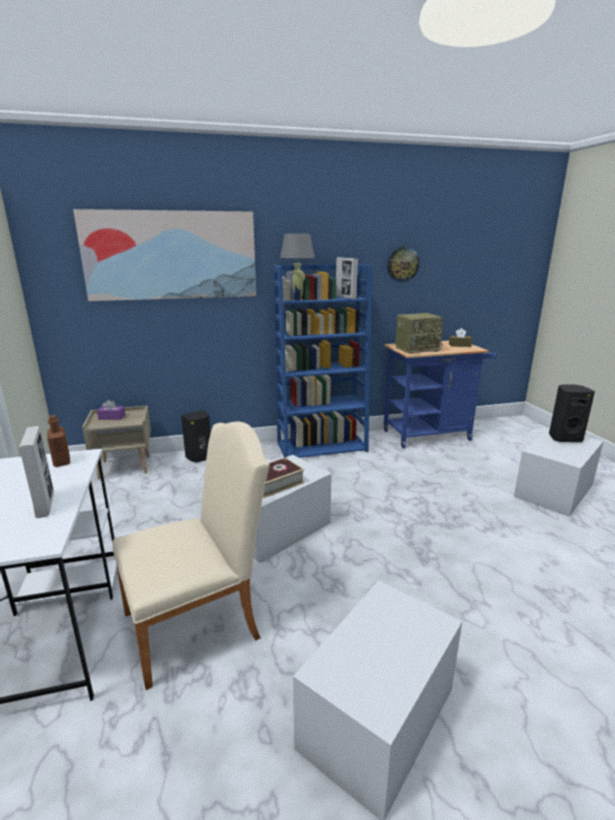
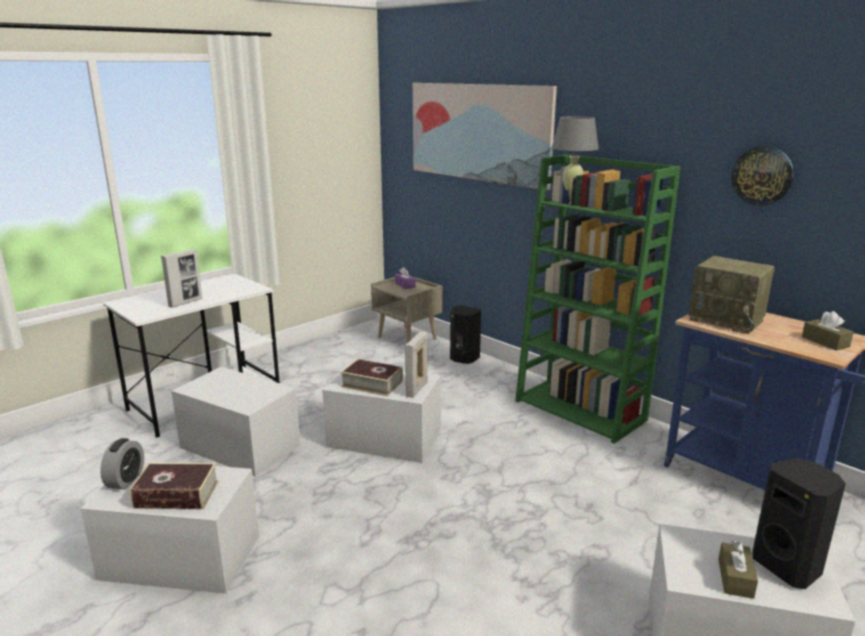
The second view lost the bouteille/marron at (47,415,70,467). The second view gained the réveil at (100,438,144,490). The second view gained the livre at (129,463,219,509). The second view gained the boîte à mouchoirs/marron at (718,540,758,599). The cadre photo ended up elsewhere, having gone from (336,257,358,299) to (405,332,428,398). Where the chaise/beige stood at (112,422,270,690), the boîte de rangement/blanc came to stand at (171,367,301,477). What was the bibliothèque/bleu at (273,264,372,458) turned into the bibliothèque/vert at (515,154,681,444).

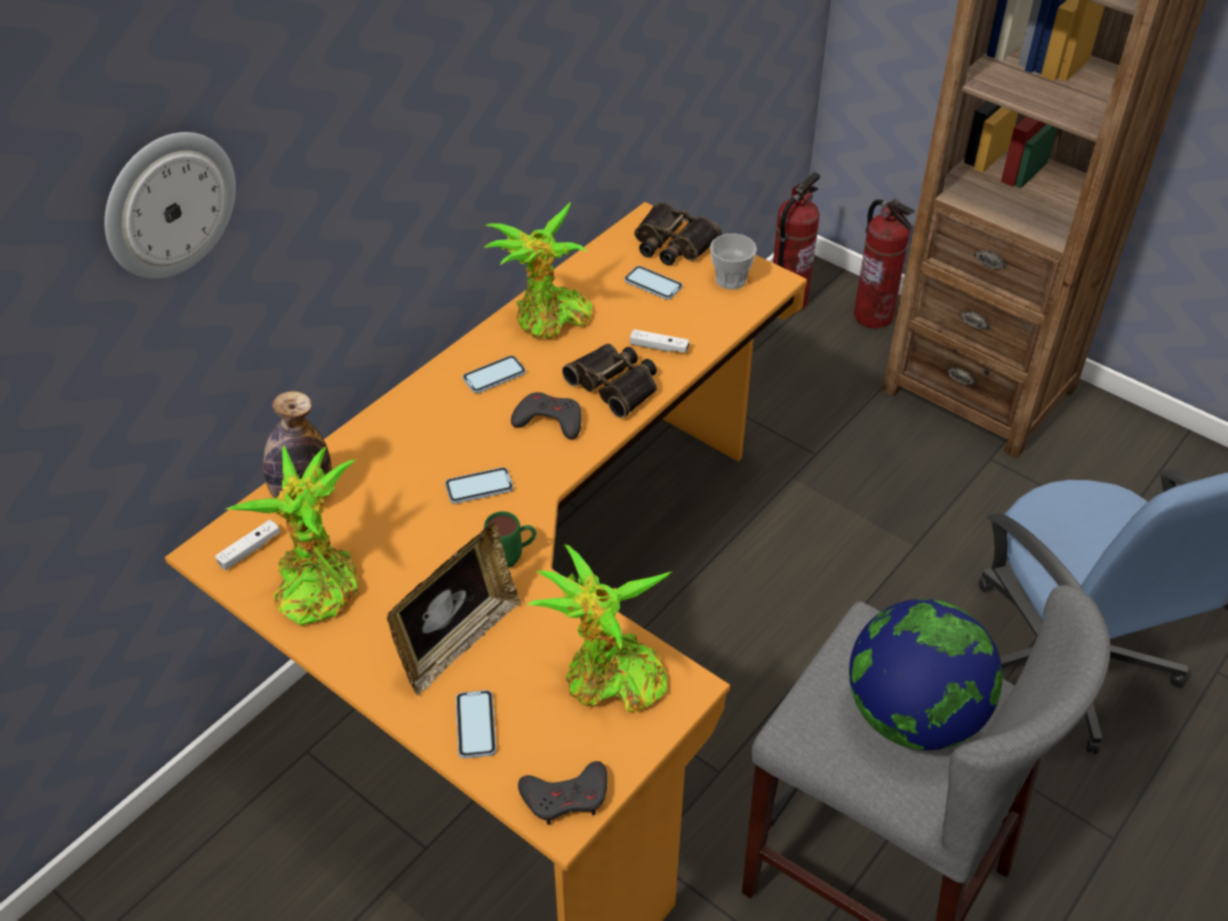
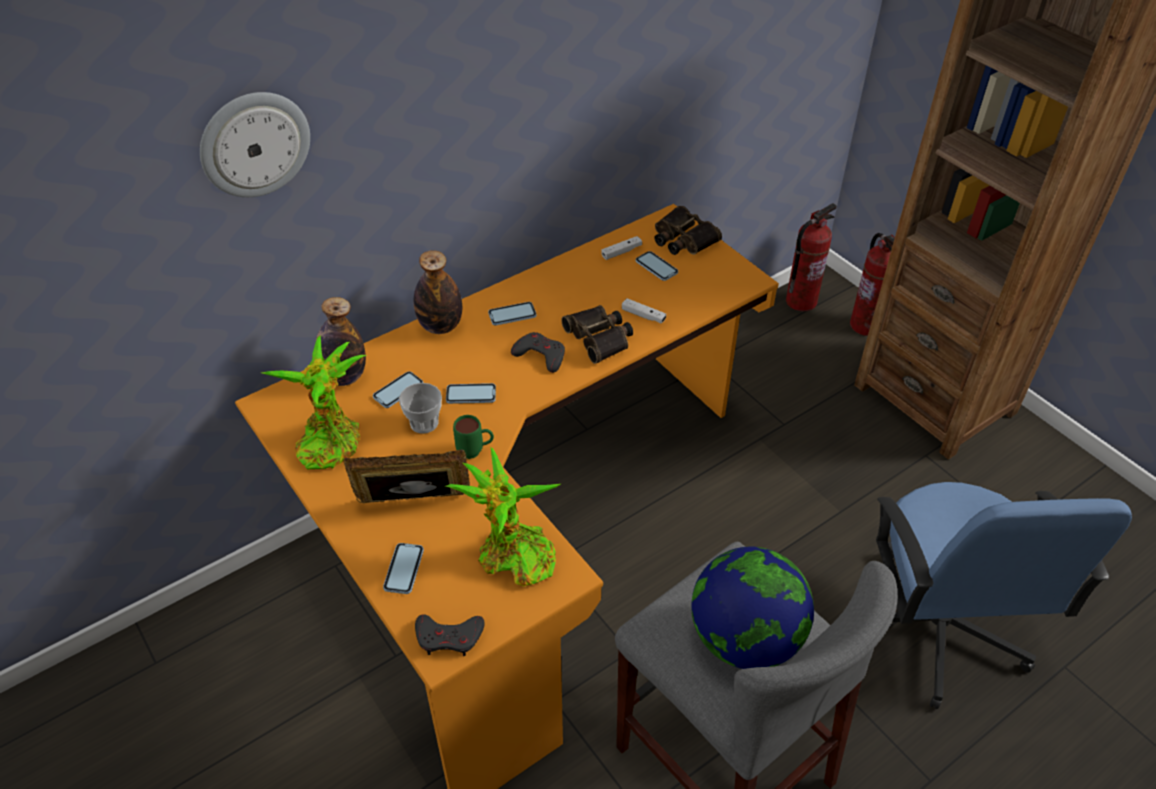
The second view lost the plante en pot at (483,201,592,339). The second view gained the téléphone at (373,371,423,408). The second view gained the bouteille at (414,250,462,334). The manette/blanc ended up elsewhere, having gone from (215,520,280,570) to (602,236,642,260). The tasse ended up elsewhere, having gone from (710,233,757,290) to (399,383,442,434). The cadre photo at (386,523,522,696) ended up facing another way, 150 degrees counterclockwise from before.

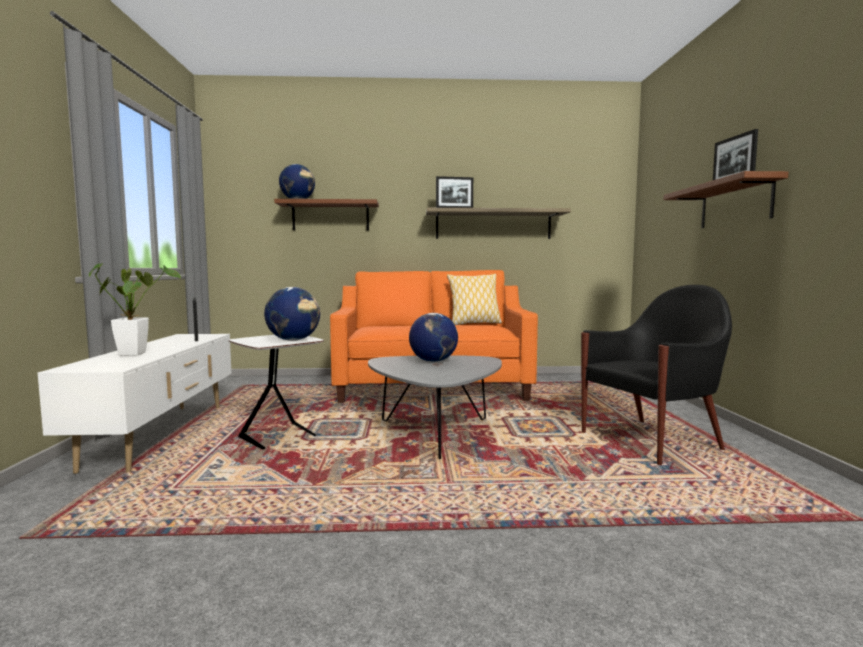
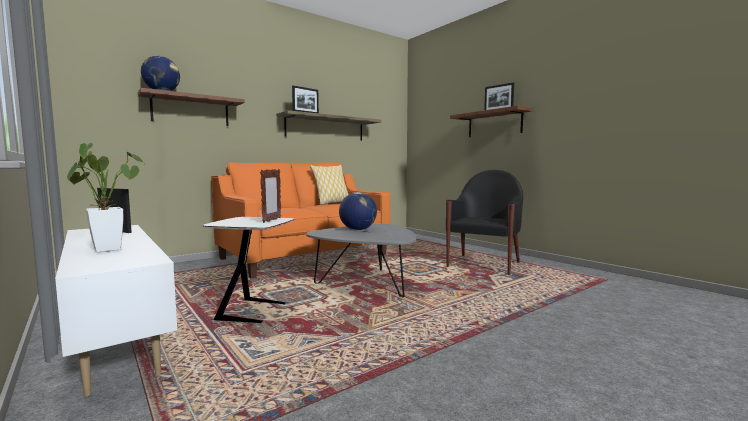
Where the globe stood at (264,287,320,341), the cadre photo came to stand at (260,169,281,223).

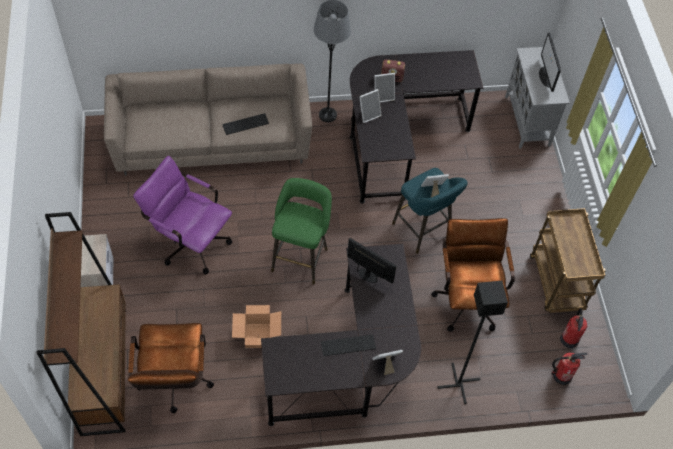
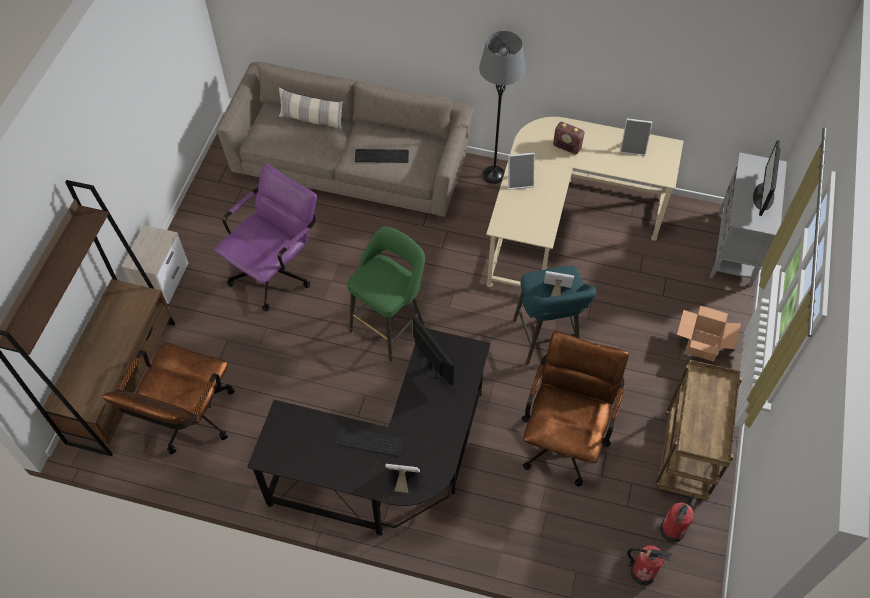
The second view lost the lampadaire/noir at (437,281,508,404). The second view gained the coussin at (279,87,343,130). The carton ended up elsewhere, having gone from (232,305,281,348) to (677,306,741,362). The cadre photo ended up elsewhere, having gone from (374,73,395,102) to (620,118,652,156). What was the bureau/noir at (350,50,483,204) turned into the bureau/beige at (486,117,684,287). The chaise de bureau/violet at (133,156,233,275) ended up facing another way, 75 degrees clockwise from before.

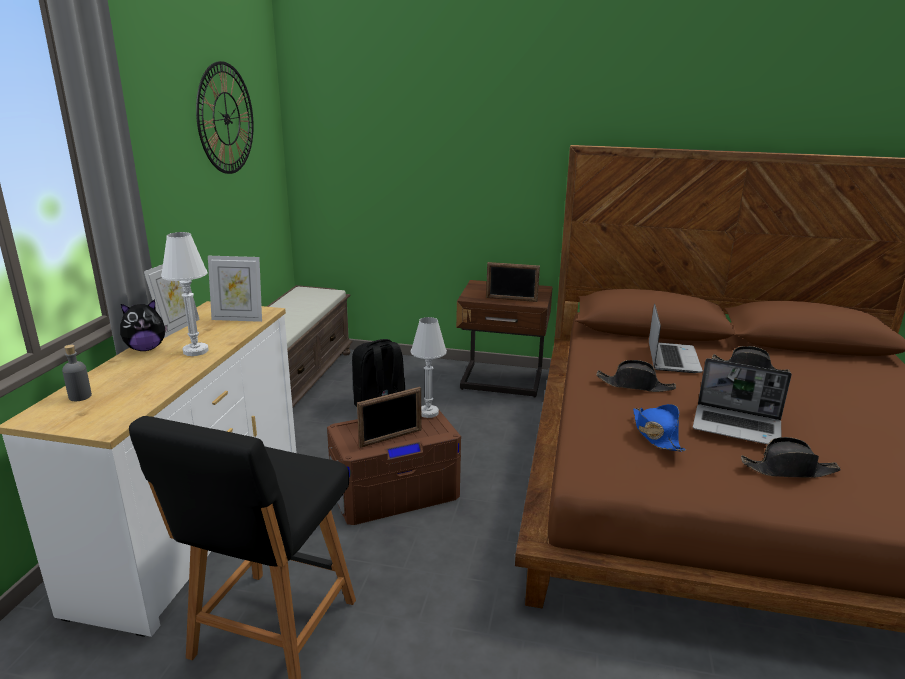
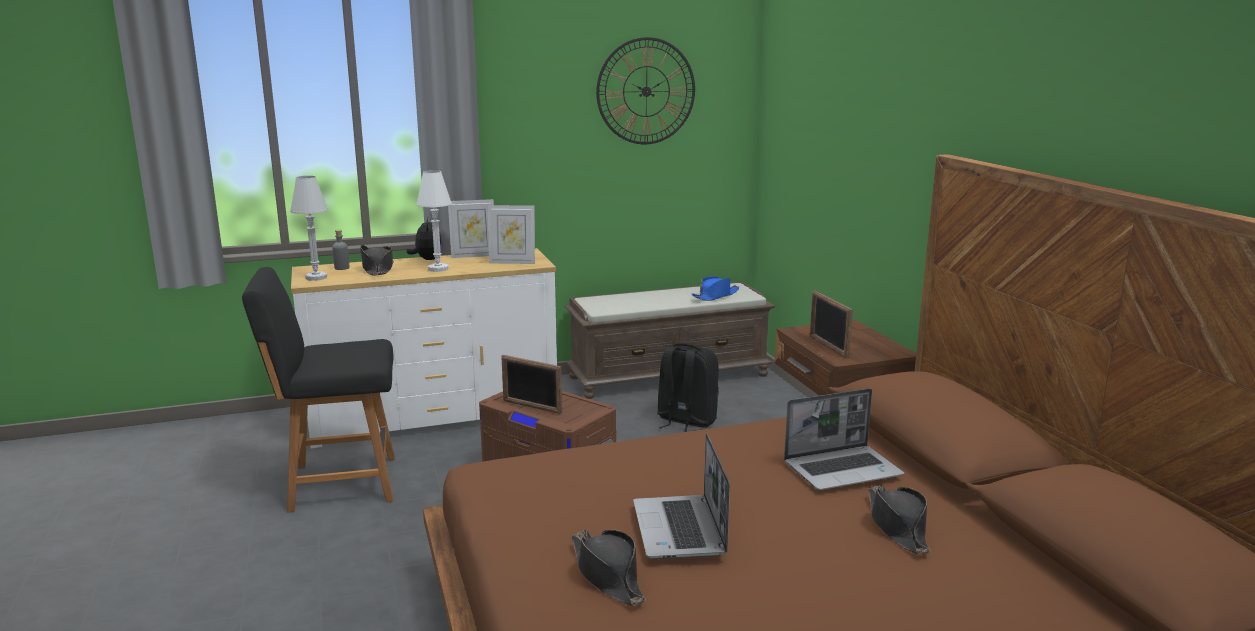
The lampe de table/blanc ended up elsewhere, having gone from (411,317,447,418) to (290,176,328,281). The chapeau/noir ended up elsewhere, having gone from (596,360,676,392) to (360,245,394,275). The chapeau/bleu ended up elsewhere, having gone from (633,404,686,451) to (691,276,739,301). The peluche at (120,299,168,351) ended up facing another way, 135 degrees counterclockwise from before. The cadre photo at (208,256,262,322) ended up facing another way, 60 degrees counterclockwise from before.

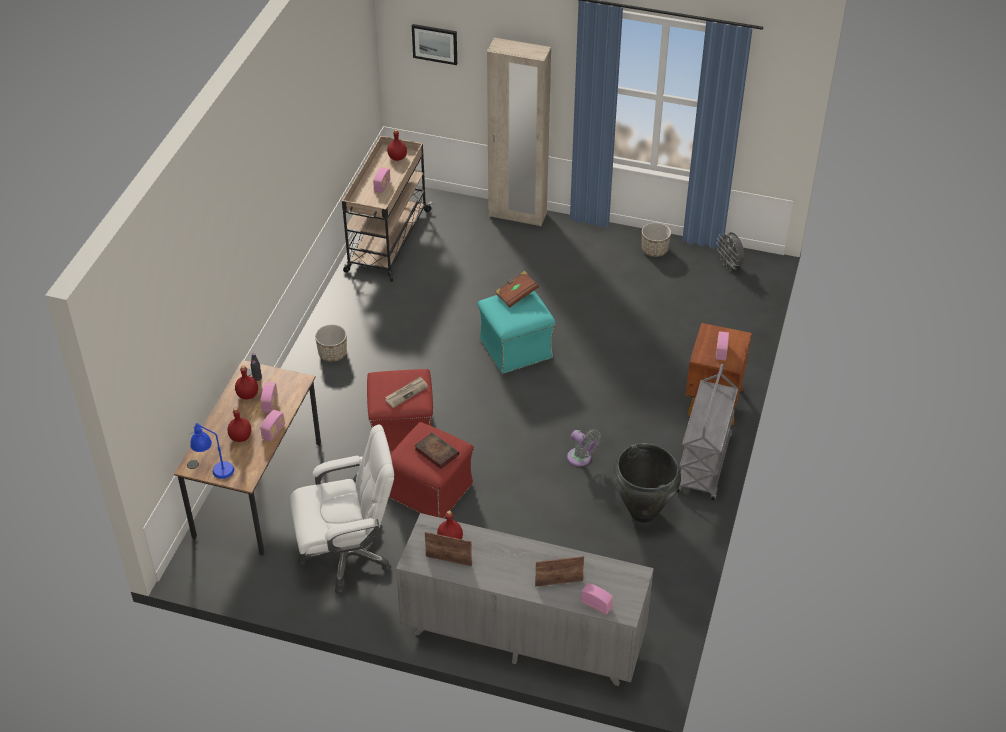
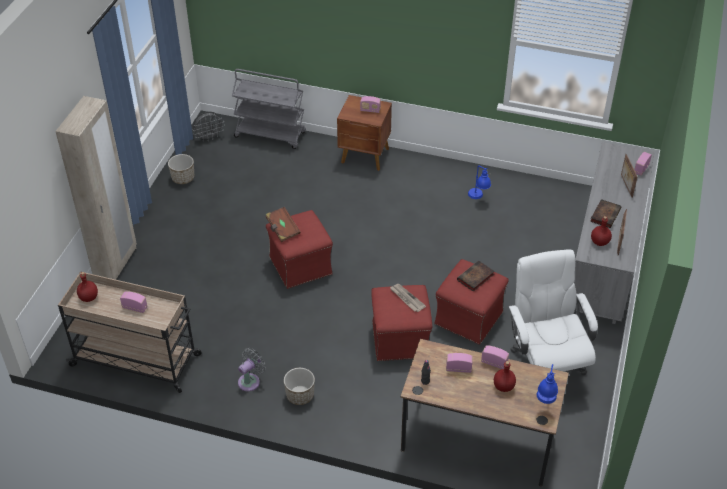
The second view lost the bouteille/rouge at (235,365,258,400). The second view lost the tableau at (412,24,457,65). The second view gained the livre at (590,199,621,228). The ventilateur/gris ended up elsewhere, having gone from (567,429,601,467) to (238,348,266,391). The chariot/gris ended up elsewhere, having gone from (677,364,738,500) to (232,69,306,149). Where the vase/noir stood at (614,443,681,523), the lampe de table/bleu came to stand at (468,165,491,199). What was the pouf/turquoise at (478,291,555,374) turned into the pouf/rouge at (266,210,333,289).

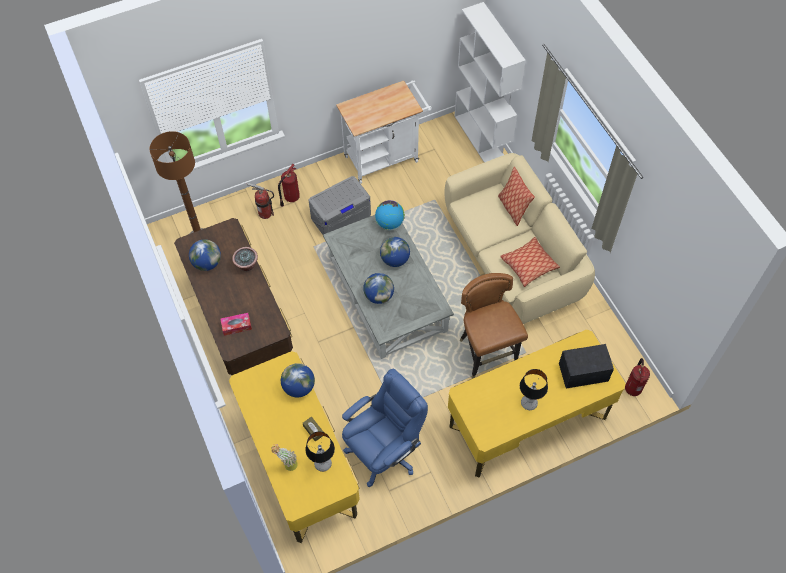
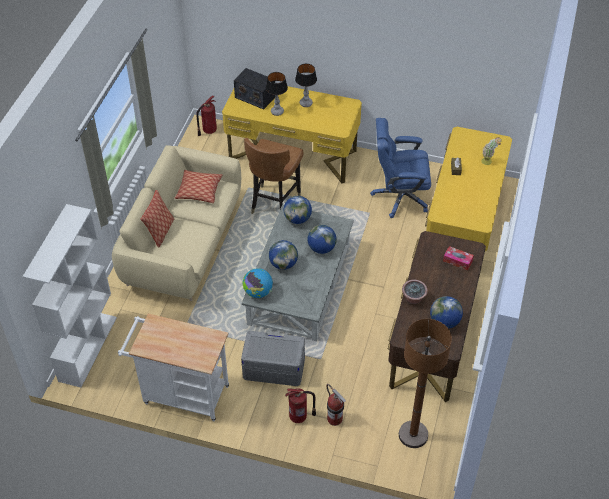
The globe ended up elsewhere, having gone from (281,363,315,398) to (283,196,312,224). The lampe de table ended up elsewhere, having gone from (306,431,335,472) to (266,72,288,116).

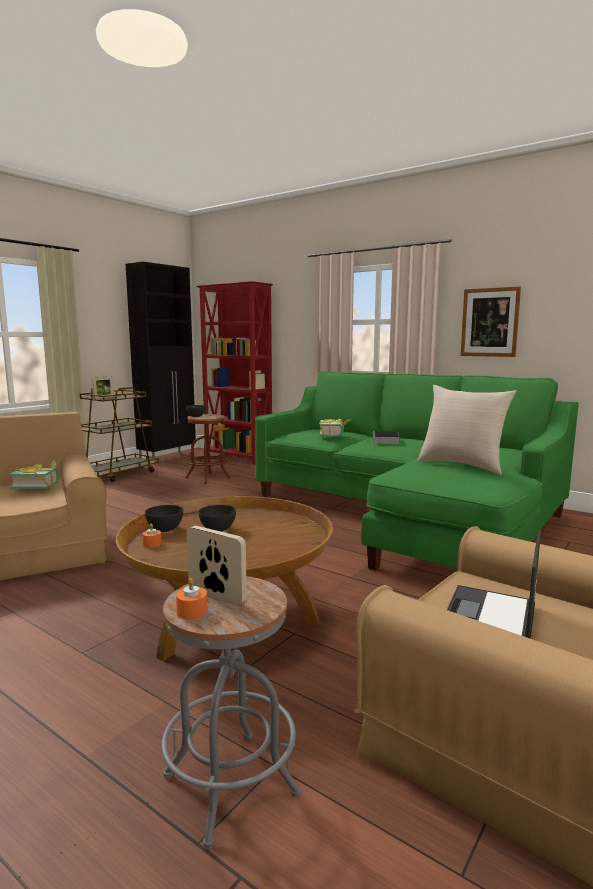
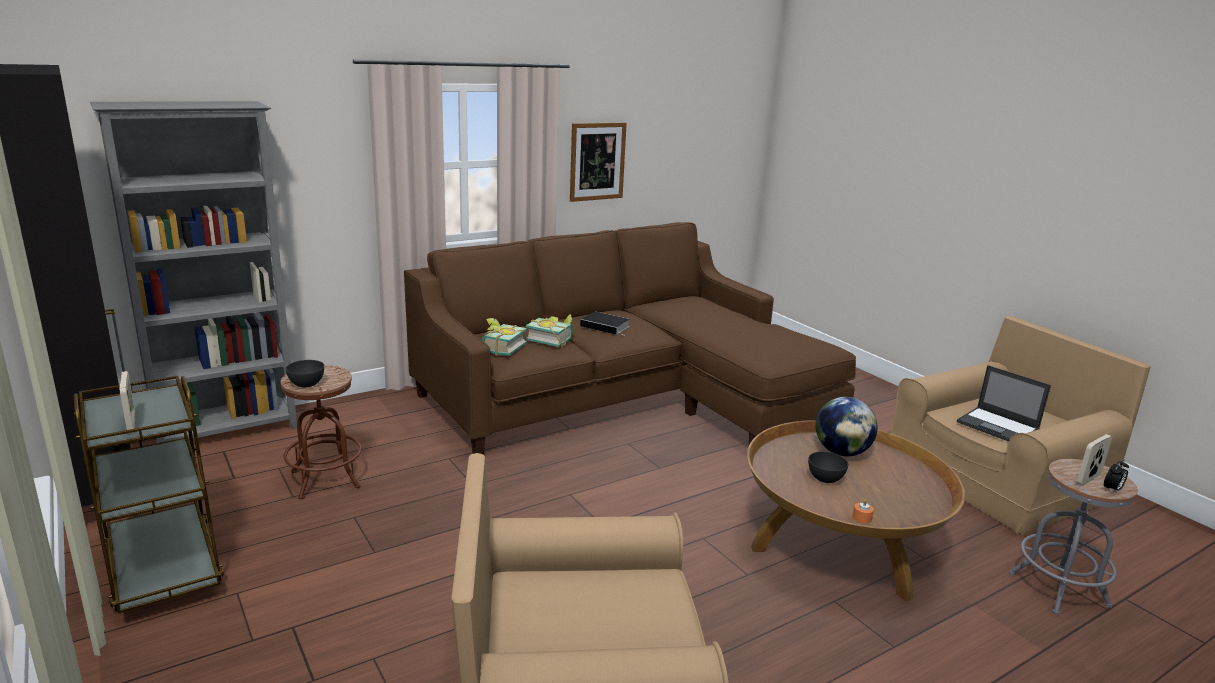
The second view lost the bol/gris at (145,505,183,532). The second view lost the coussin/beige at (417,385,517,475). The second view gained the globe at (815,397,877,456). The livre ended up elsewhere, having gone from (9,460,58,490) to (482,318,527,356). Where the bougie/orange stood at (176,578,207,620), the réveil came to stand at (1104,459,1129,493). What was the bibliothèque/rouge at (196,281,273,465) turned into the bibliothèque/gris at (90,101,297,443). What was the canapé/vert at (255,371,579,571) turned into the canapé/marron at (404,222,856,455).

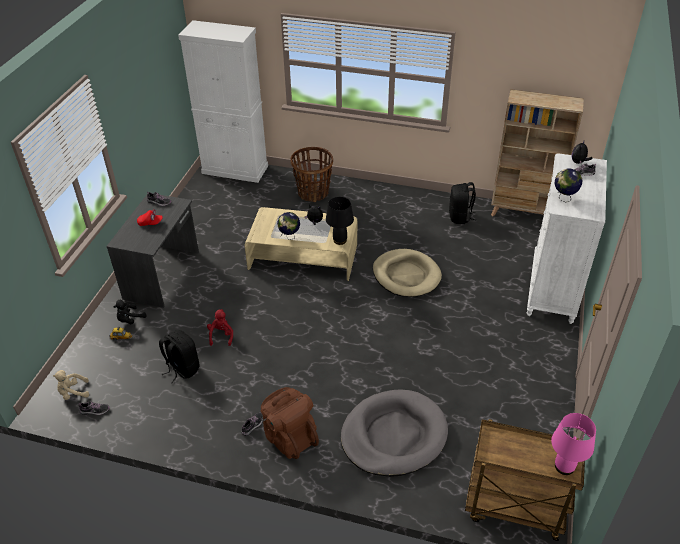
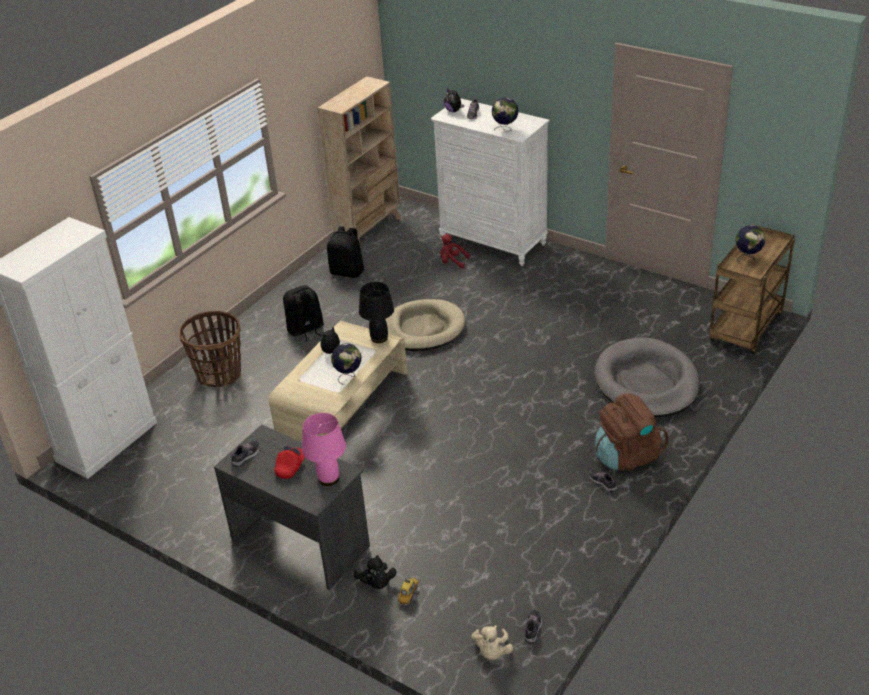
The second view gained the globe at (736,225,766,264). The sac à dos/noir ended up elsewhere, having gone from (159,330,200,383) to (283,285,324,342). The peluche/rouge ended up elsewhere, having gone from (207,309,233,346) to (440,234,470,269). The lampe de table/rose ended up elsewhere, having gone from (551,413,596,475) to (302,413,346,486).

